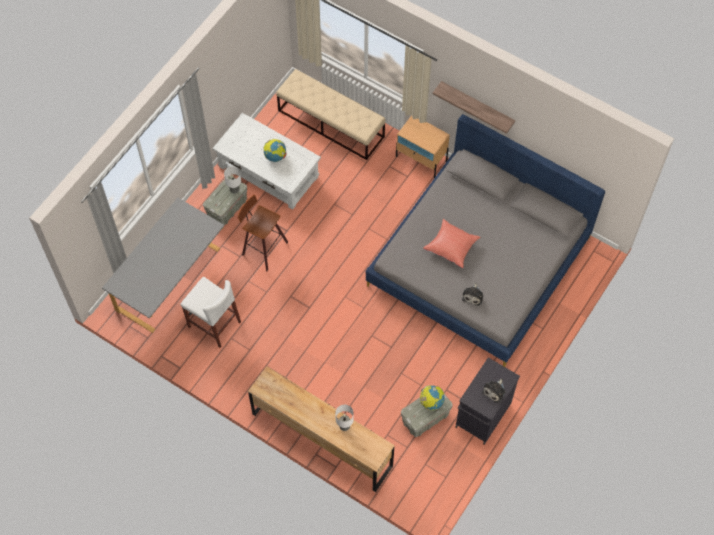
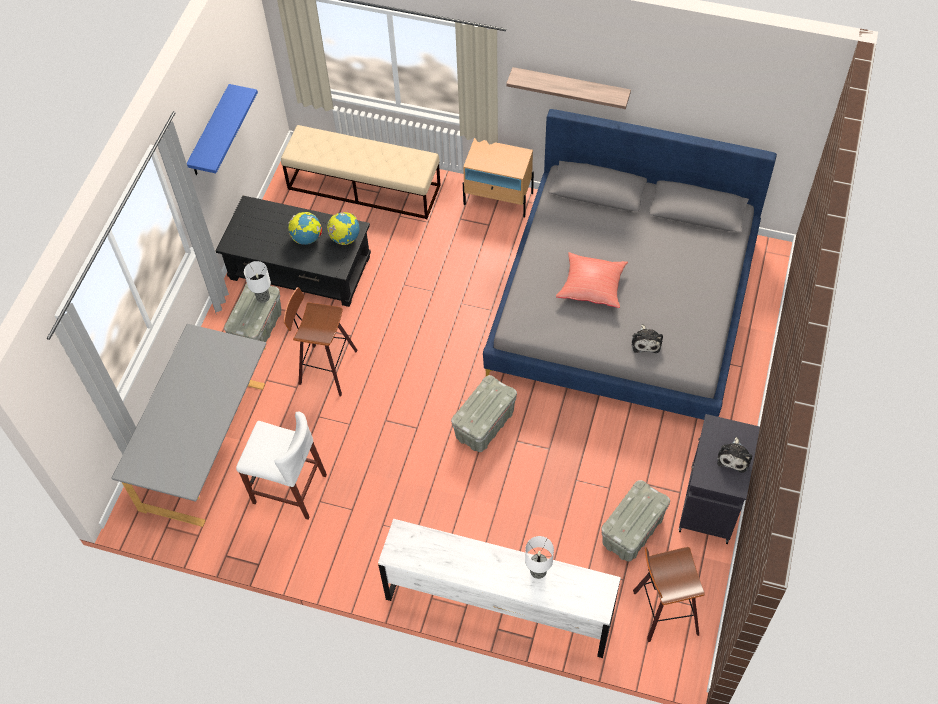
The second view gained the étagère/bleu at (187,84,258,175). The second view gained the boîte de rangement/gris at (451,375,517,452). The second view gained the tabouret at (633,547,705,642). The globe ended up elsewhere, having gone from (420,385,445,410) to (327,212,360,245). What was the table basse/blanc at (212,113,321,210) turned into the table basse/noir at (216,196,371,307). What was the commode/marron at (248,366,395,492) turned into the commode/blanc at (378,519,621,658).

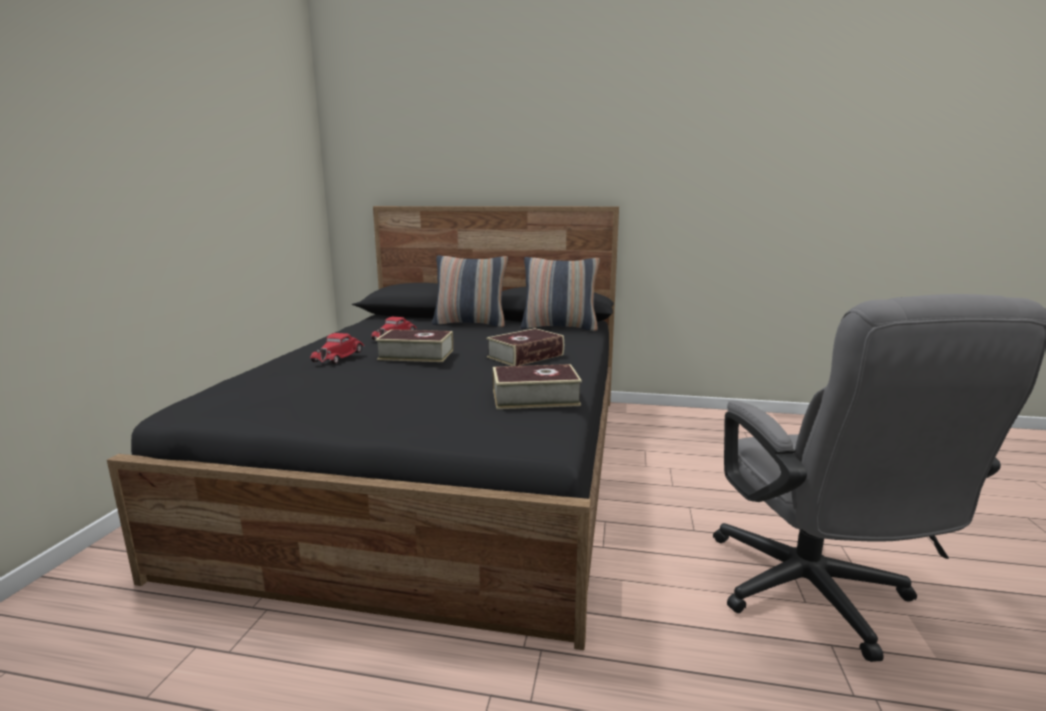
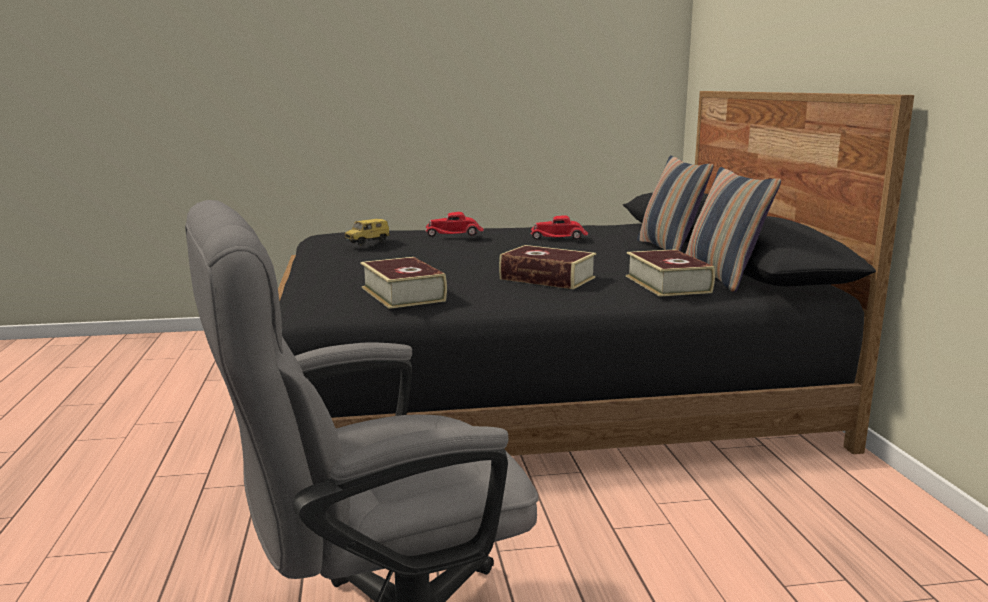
The second view gained the petite voiture at (344,219,390,246). The livre ended up elsewhere, having gone from (375,329,453,362) to (626,249,715,297).

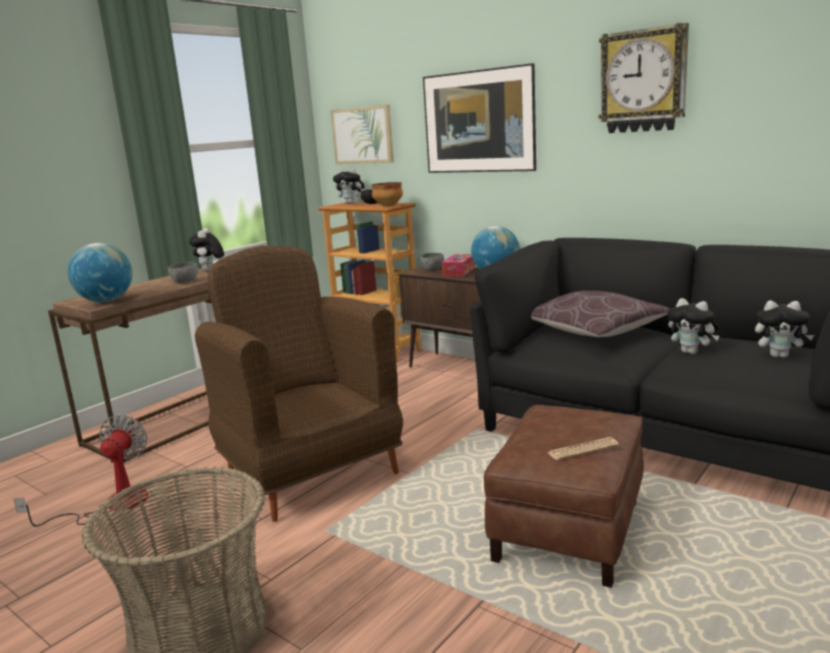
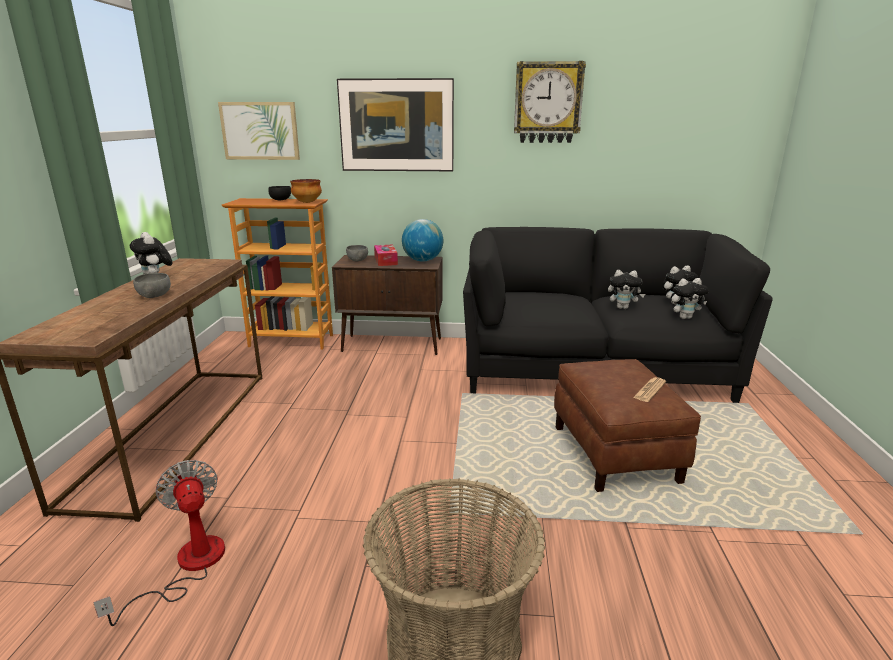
The second view lost the globe at (68,243,133,302). The second view lost the fauteuil/marron at (195,246,403,522). The second view lost the coussin/marron at (531,291,670,337). The peluche ended up elsewhere, having gone from (333,168,364,204) to (671,278,709,319).

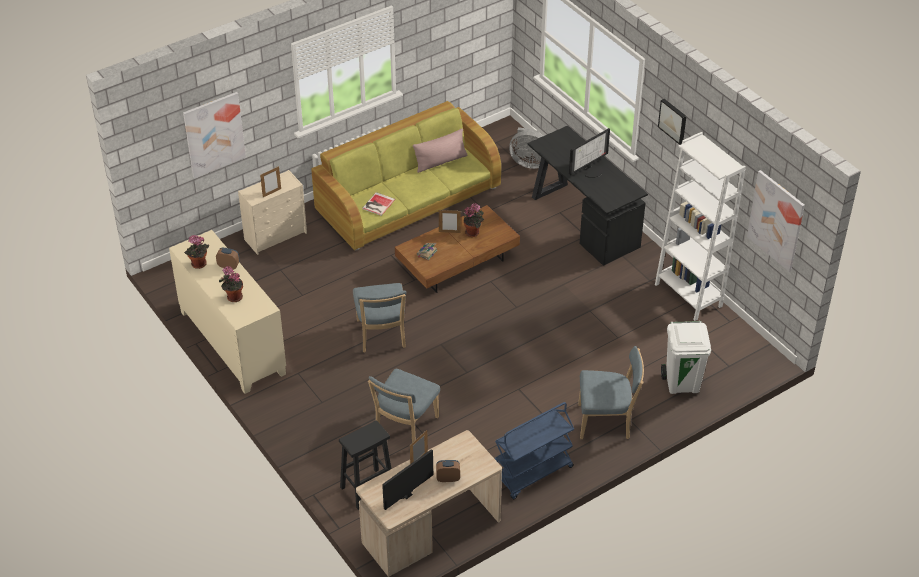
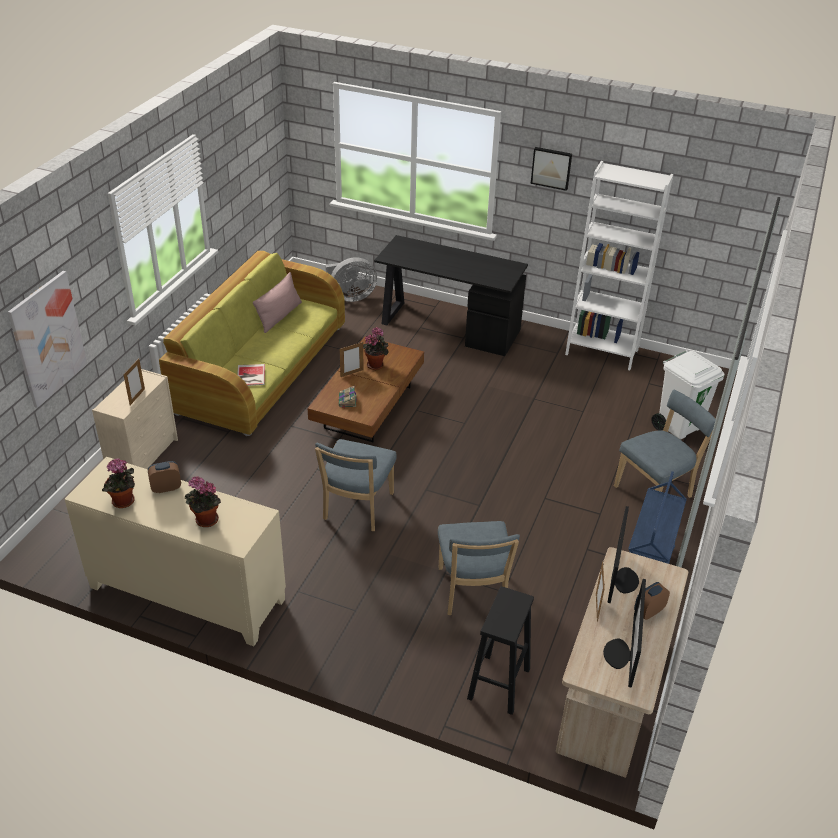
The second view lost the tableau at (747,170,805,272). The écran d'ordinateur ended up elsewhere, having gone from (569,128,610,178) to (607,506,639,603). The chaise/bleu at (353,283,406,352) ended up facing another way, 60 degrees clockwise from before.

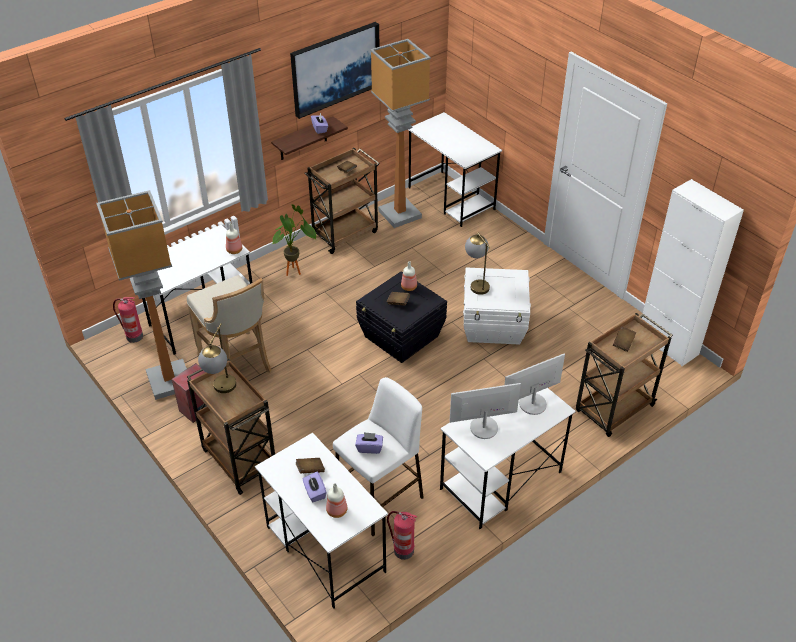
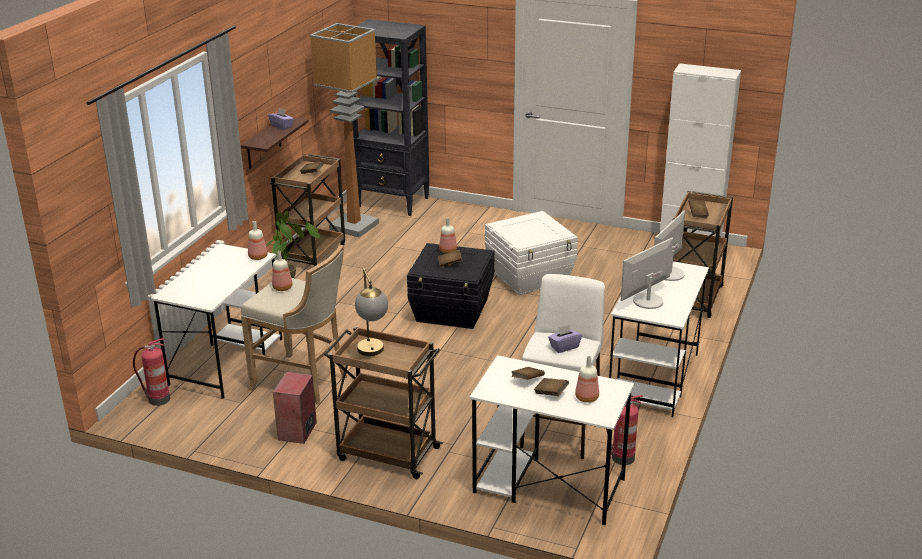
The second view lost the lampadaire at (96,190,187,400). The second view lost the tableau at (290,22,379,119). The second view lost the lampe de table at (465,232,490,295). The second view gained the bouteille at (272,251,293,291). Where the boîte à mouchoirs/violet stood at (303,471,327,502), the livre/marron came to stand at (534,378,569,396). Where the bureau/blanc stood at (408,112,502,227), the bibliothèque/noir came to stand at (352,19,429,216).

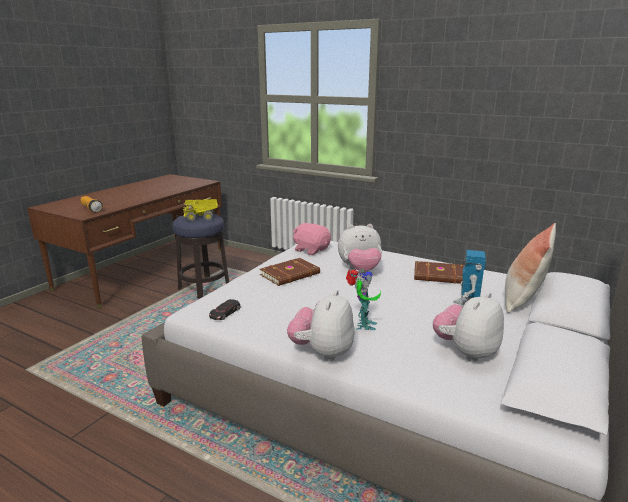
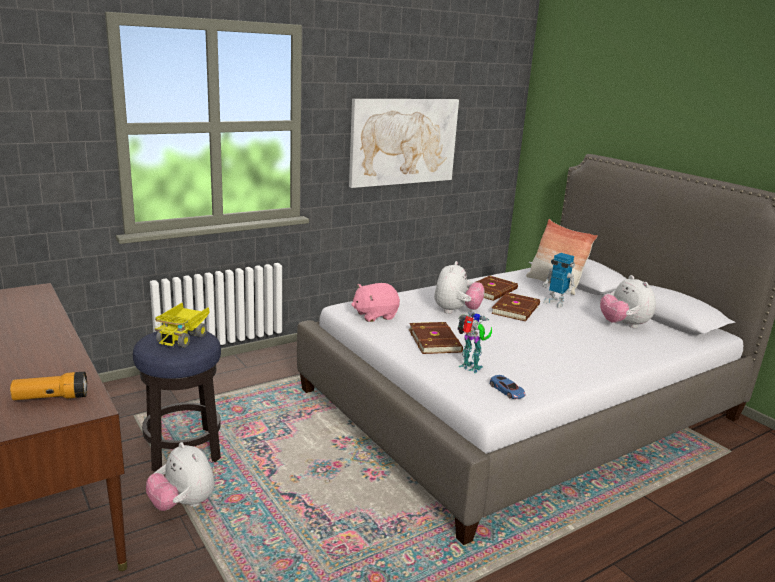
The second view gained the tableau at (349,99,459,188). The second view gained the livre/marron at (491,292,540,321). The peluche ended up elsewhere, having gone from (287,290,354,361) to (146,442,215,511). The robot jouet ended up elsewhere, having gone from (346,269,381,330) to (458,312,492,373). What was the petite voiture/noir at (209,299,240,320) turned into the petite voiture/bleu at (490,375,526,399).

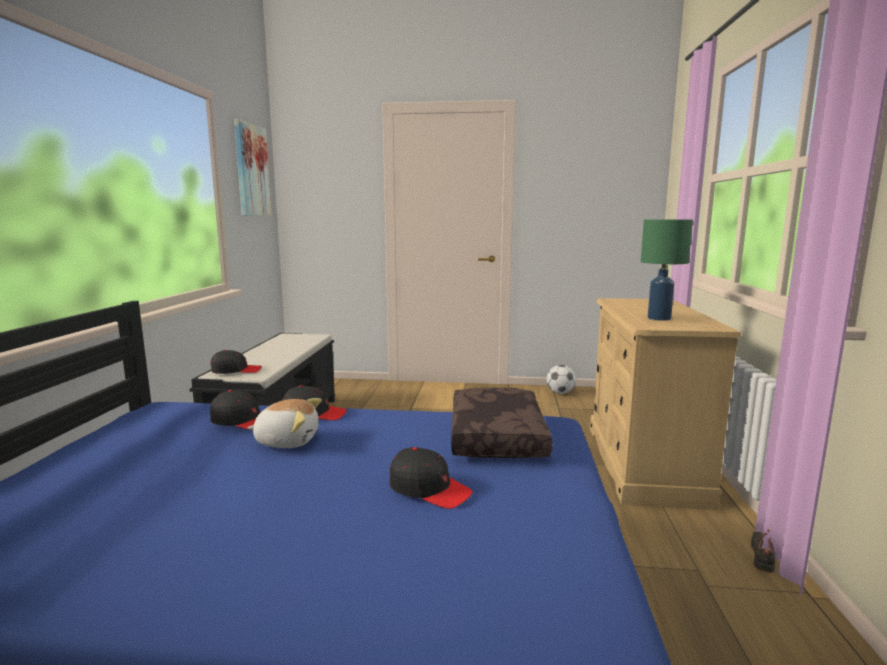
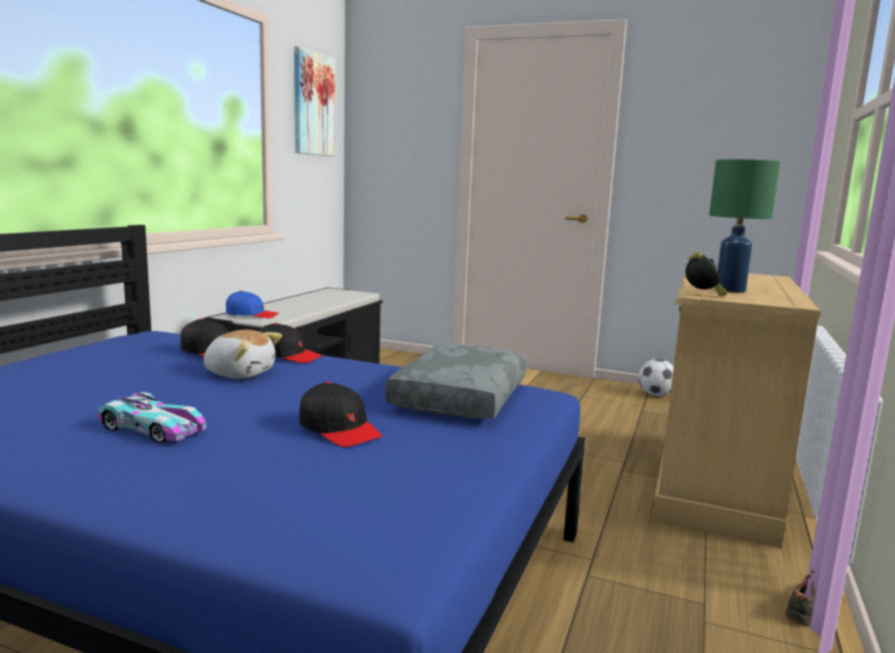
The second view gained the petite voiture at (98,392,206,444). The second view gained the réveil at (685,252,728,296). What was the casquette/noir at (211,350,262,374) turned into the casquette/bleu at (226,291,279,318). What was the coussin/marron at (451,388,553,458) turned into the coussin/gris at (385,344,527,418).

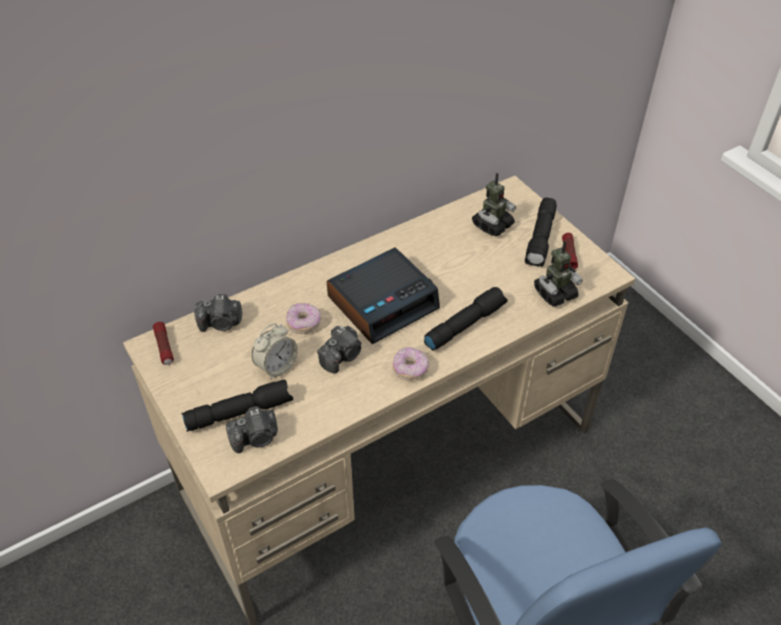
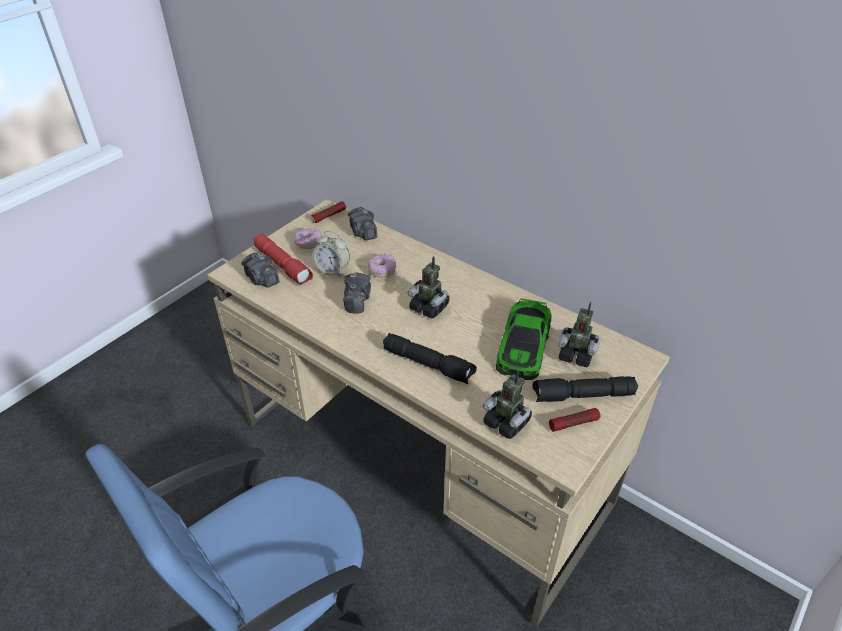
The second view gained the petite voiture at (496,298,551,380). The beignet ended up elsewhere, having gone from (393,347,429,381) to (294,228,321,249). Where the réveil stood at (327,248,440,344), the robot jouet came to stand at (408,256,450,319). What was the lampe de poche/noir at (181,380,293,432) turned into the lampe de poche/rouge at (254,234,313,285). The appareil photo at (317,326,362,373) ended up facing another way, 105 degrees counterclockwise from before.

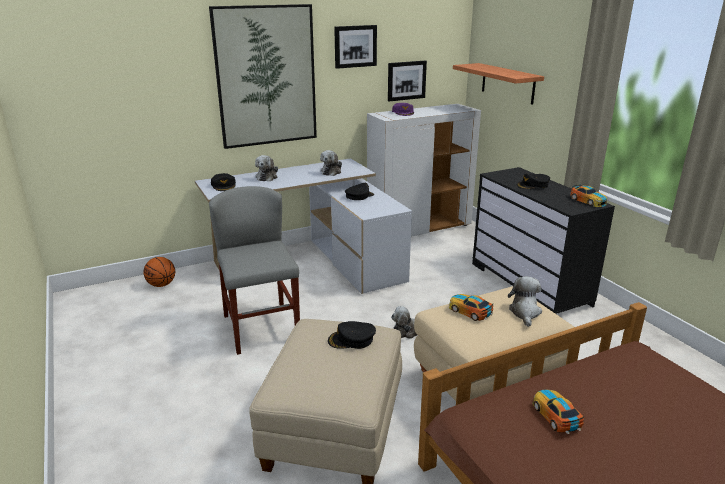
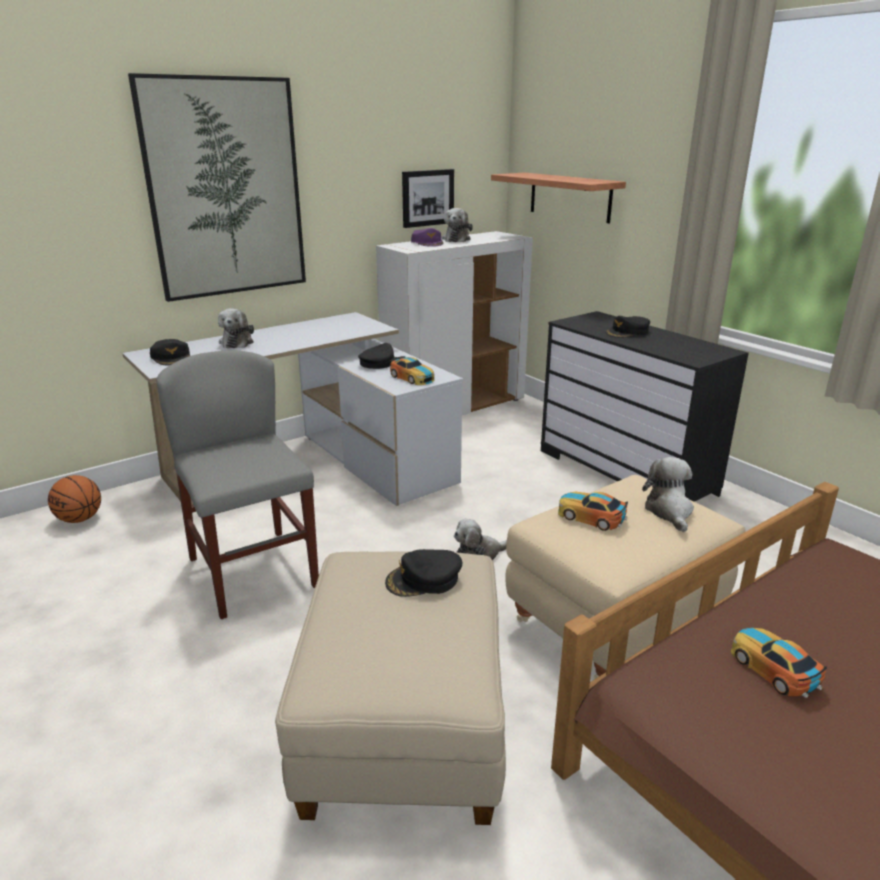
The second view lost the tableau at (334,25,377,69). The peluche ended up elsewhere, having gone from (320,150,342,176) to (442,208,473,242). The petite voiture ended up elsewhere, having gone from (570,184,607,207) to (390,356,435,385).

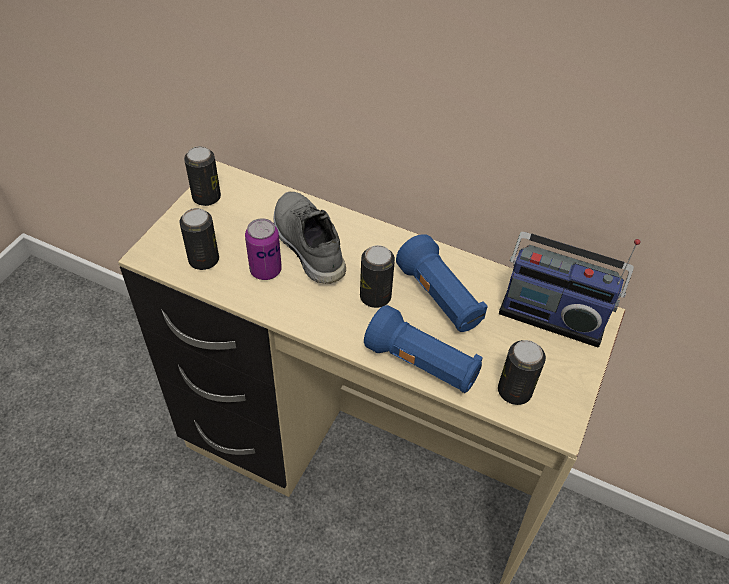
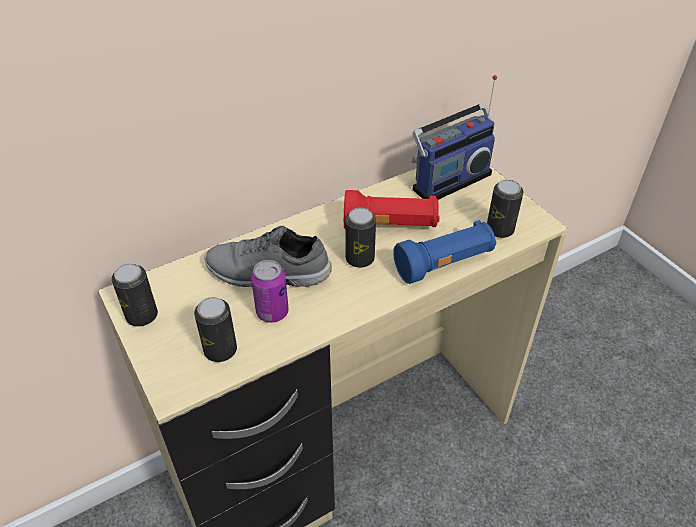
What was the lampe de poche/bleu at (396,234,488,332) turned into the lampe de poche/rouge at (344,190,439,228).

